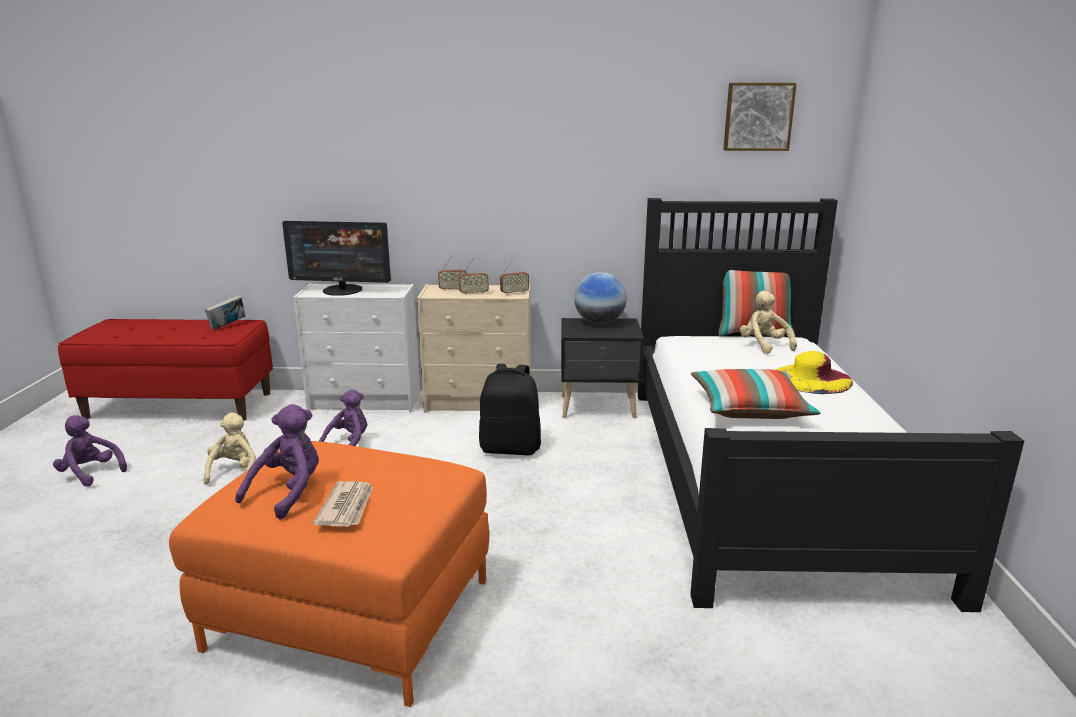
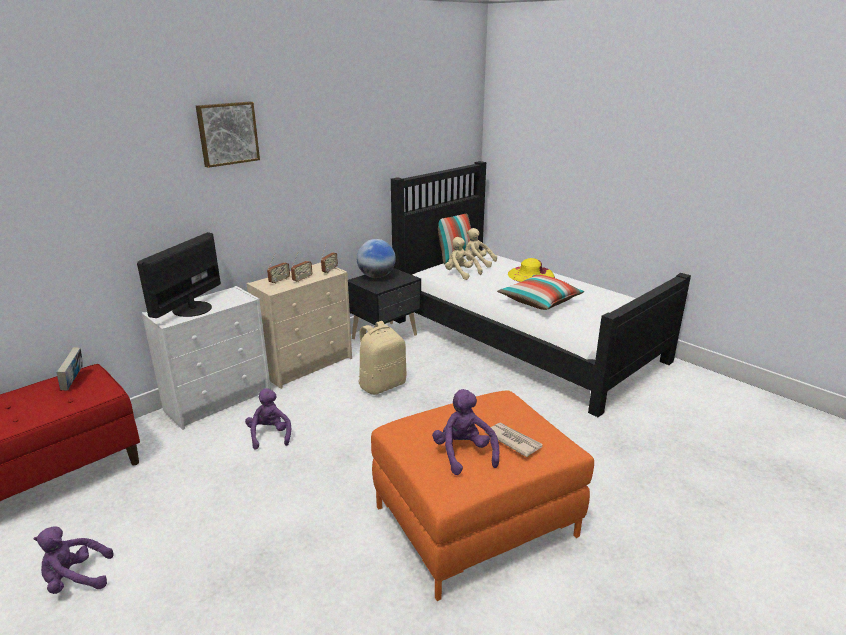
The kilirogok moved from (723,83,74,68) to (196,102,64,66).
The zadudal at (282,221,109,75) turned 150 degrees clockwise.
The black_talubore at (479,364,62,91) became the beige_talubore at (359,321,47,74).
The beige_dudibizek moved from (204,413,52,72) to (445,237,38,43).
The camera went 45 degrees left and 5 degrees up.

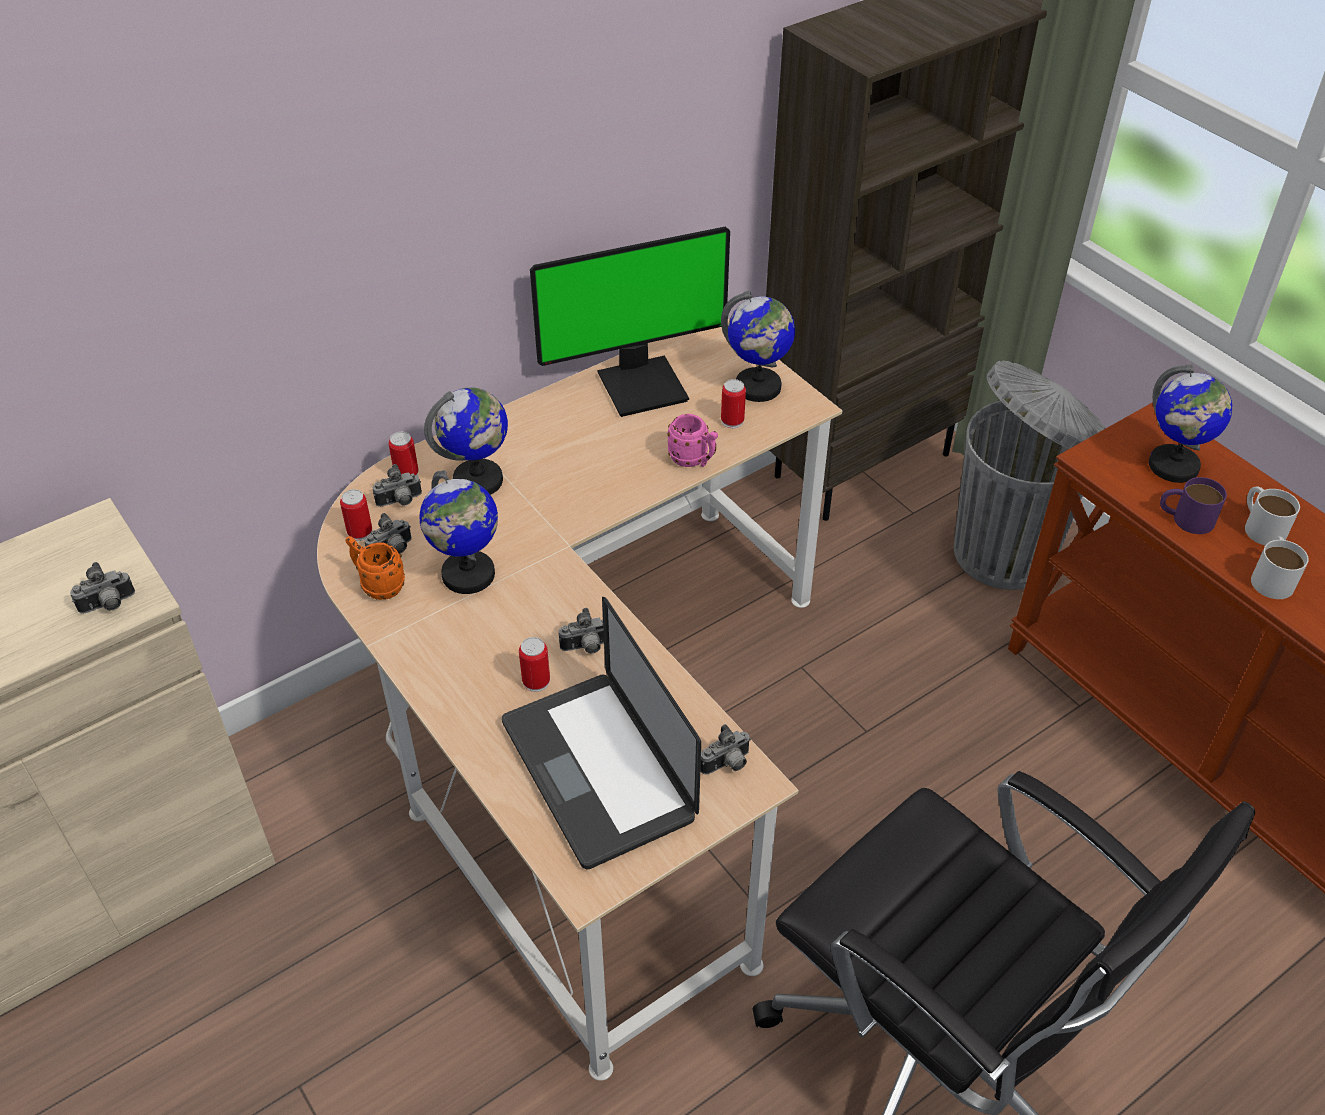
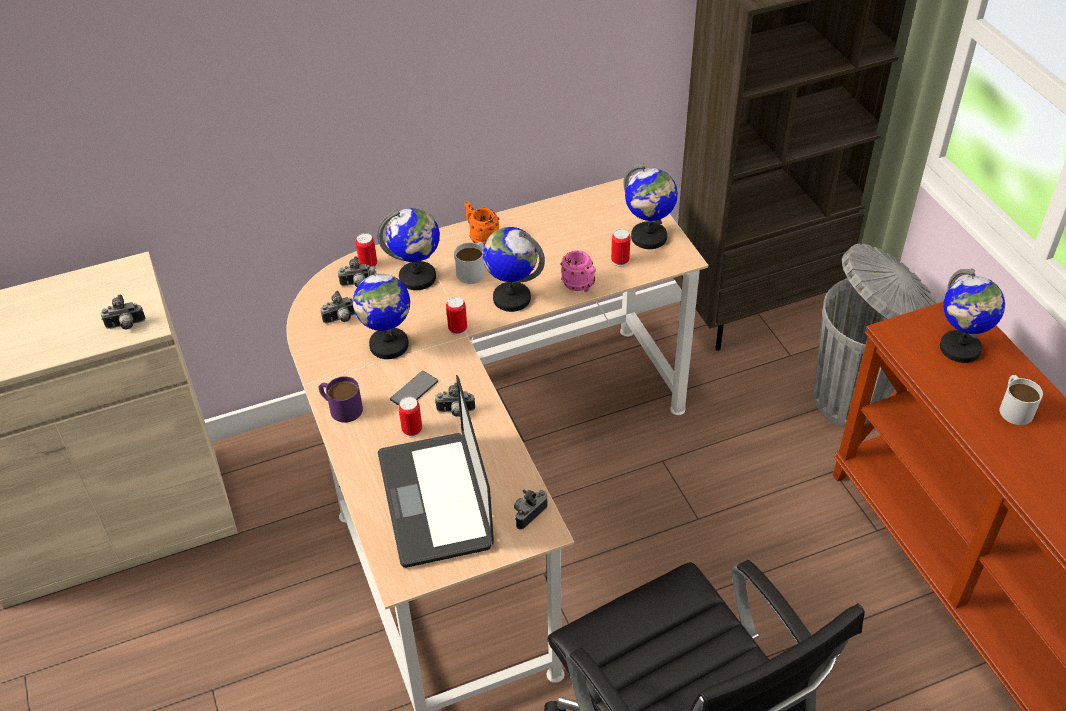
The zadudal at (530,227,200,190) disappeared.
The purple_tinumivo moved from (1160,477,67,57) to (319,376,44,46).
The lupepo moved from (340,489,32,52) to (446,296,21,39).
The orange_tinumivo moved from (345,536,60,64) to (464,201,35,43).
The white_tinumivo moved from (1251,536,58,63) to (454,242,31,42).
The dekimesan at (700,724,51,51) turned 150 degrees clockwise.
The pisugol at (483,227,62,85) appeared.
The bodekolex at (390,371,48,35) appeared.
The camera went 15 degrees right and 0 degrees up.

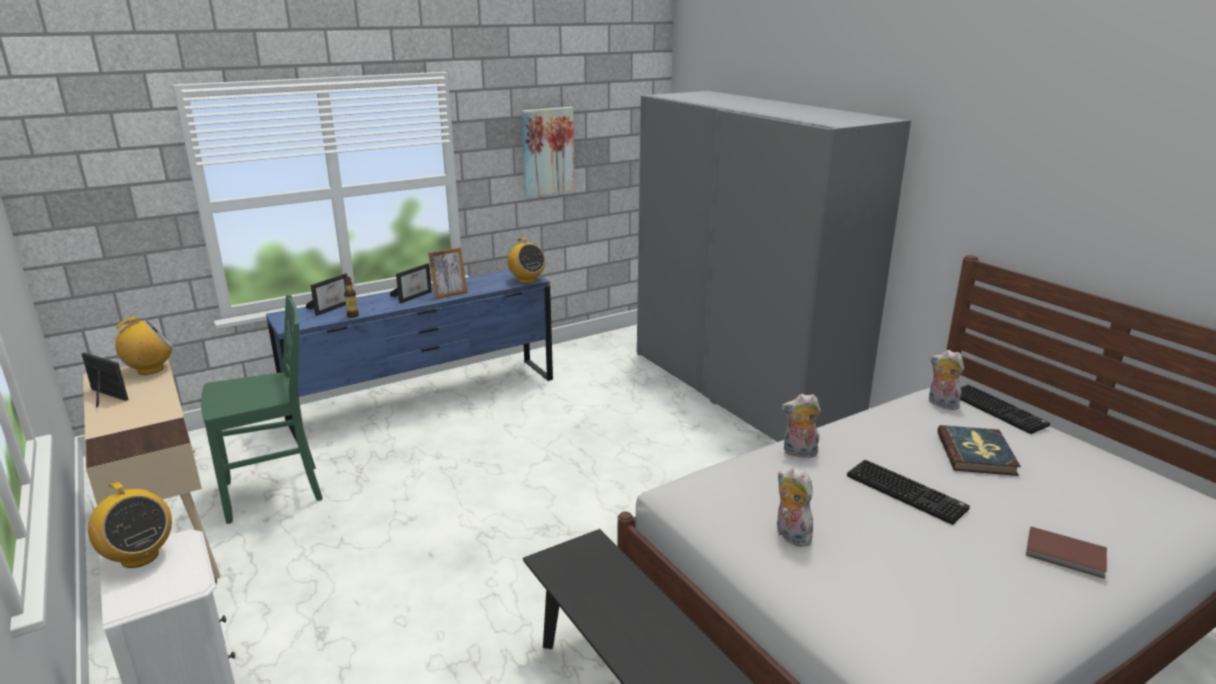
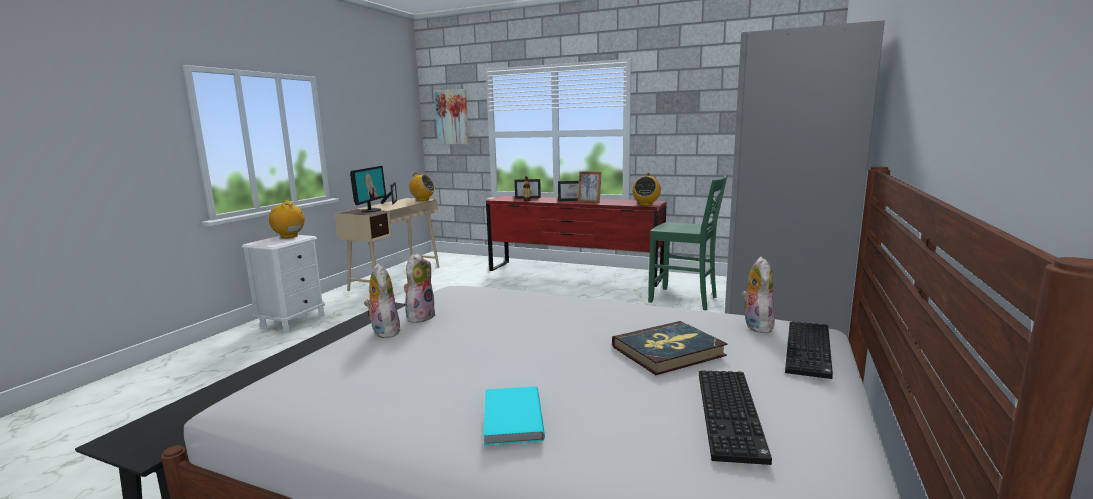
The kilirogok moved from (521,107,54,90) to (434,89,35,56).
The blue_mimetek at (266,270,287,174) became the red_mimetek at (486,196,181,91).
The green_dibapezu moved from (201,295,122,229) to (648,174,80,136).
The dudibizek moved from (782,394,39,64) to (364,263,37,75).
The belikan moved from (847,460,123,65) to (699,370,73,95).
The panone at (87,482,85,86) turned 120 degrees clockwise.
The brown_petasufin at (1026,527,81,52) became the turquoise_petasufin at (483,386,62,59).
The zadudal at (350,166,36,46) appeared.
The camera went 55 degrees right and 10 degrees down.

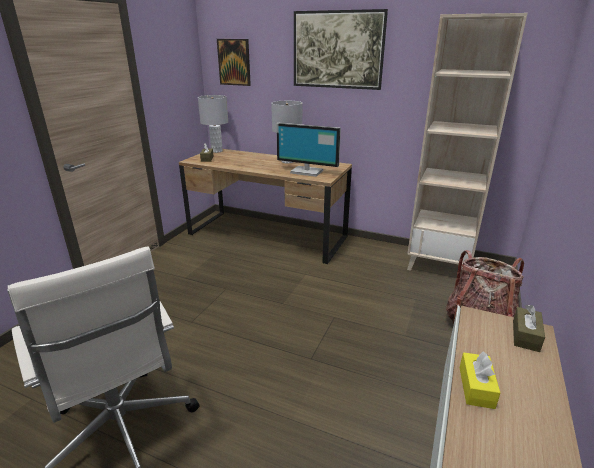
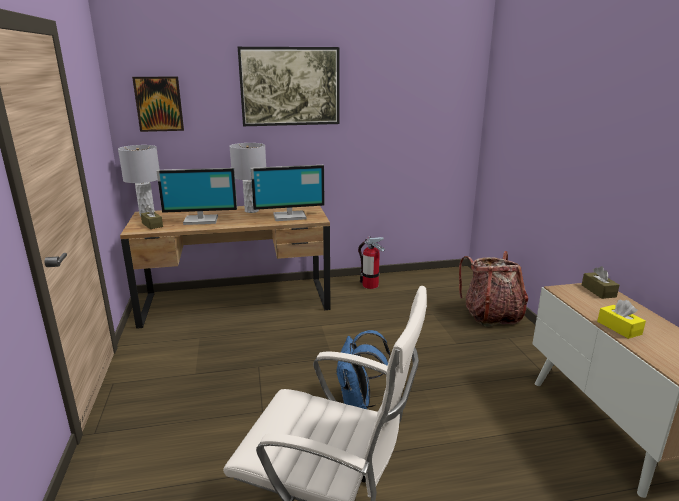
The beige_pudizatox at (407,13,121,258) disappeared.
The zadudal at (157,168,80,57) appeared.
The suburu at (358,236,27,53) appeared.
The blue_talubore at (336,330,54,79) appeared.
The camera went 35 degrees left and 5 degrees down.

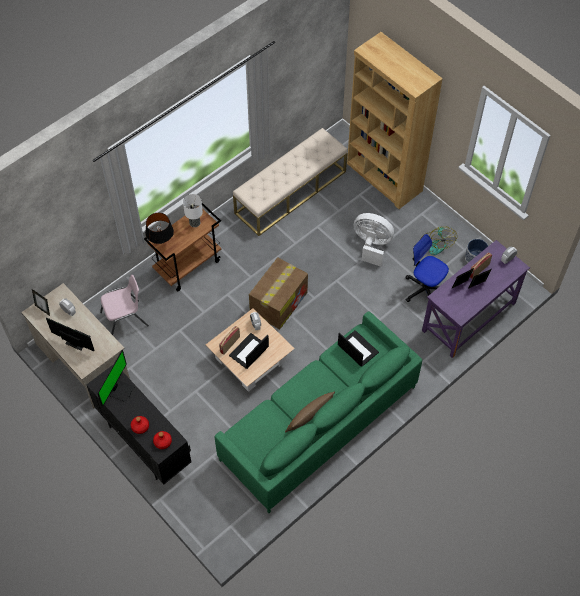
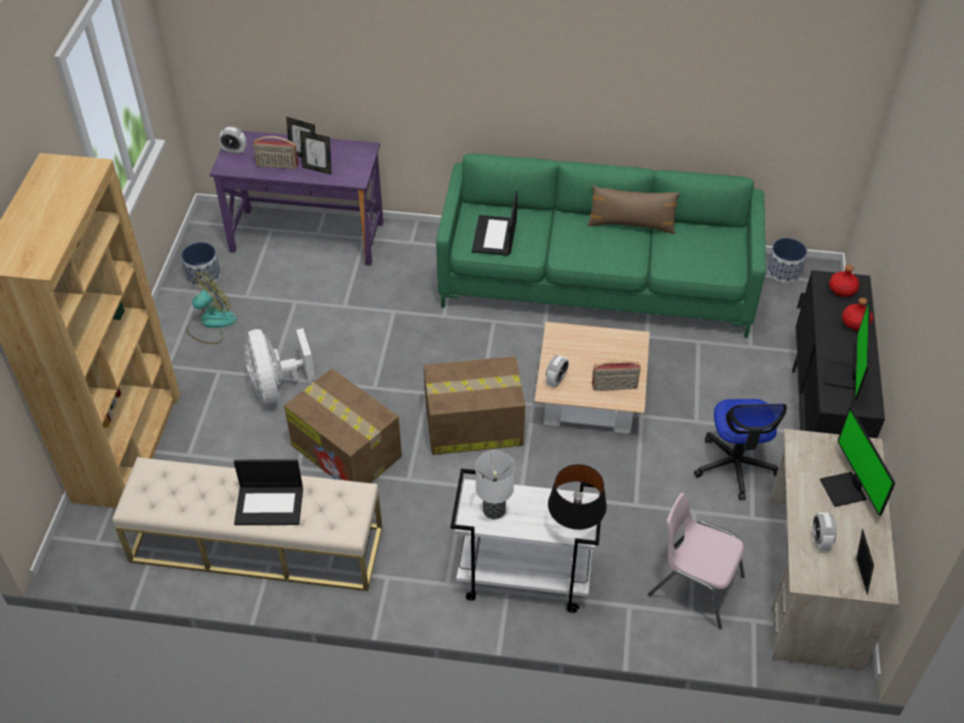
The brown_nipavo at (144,203,77,88) became the white_nipavo at (450,469,151,144).
The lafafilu moved from (405,234,44,68) to (694,399,93,101).
The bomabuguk moved from (229,333,40,36) to (234,459,69,66).
The zadudal at (97,350,38,56) turned 60 degrees counterclockwise.
The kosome at (767,238,40,45) appeared.
The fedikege at (284,368,118,115) appeared.
The camera went 130 degrees left and 10 degrees down.

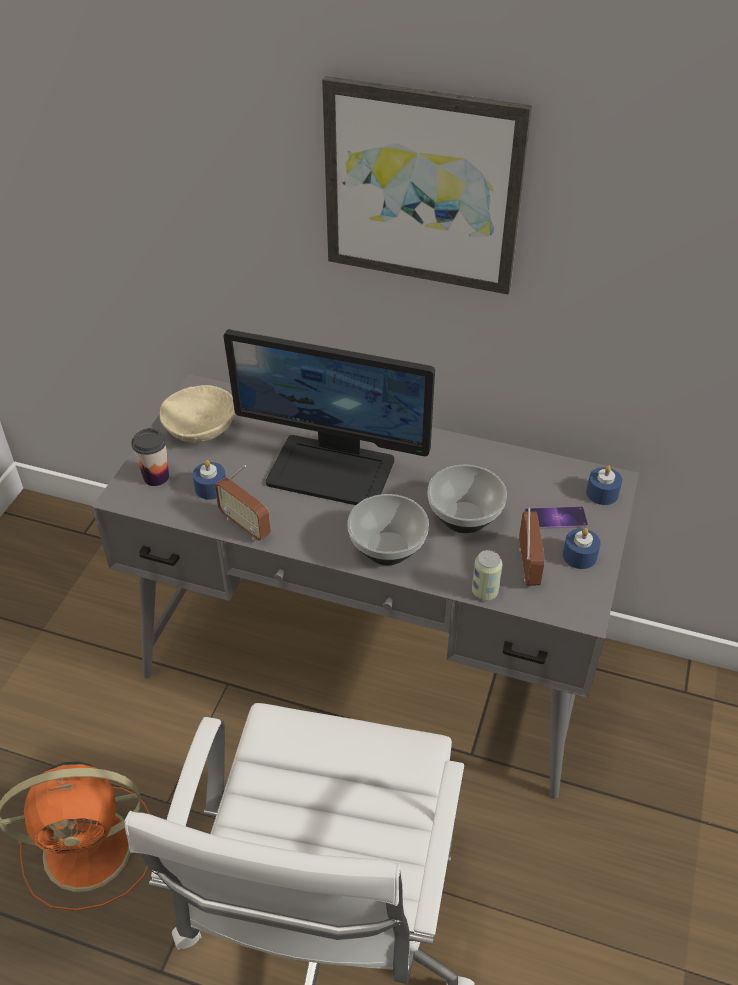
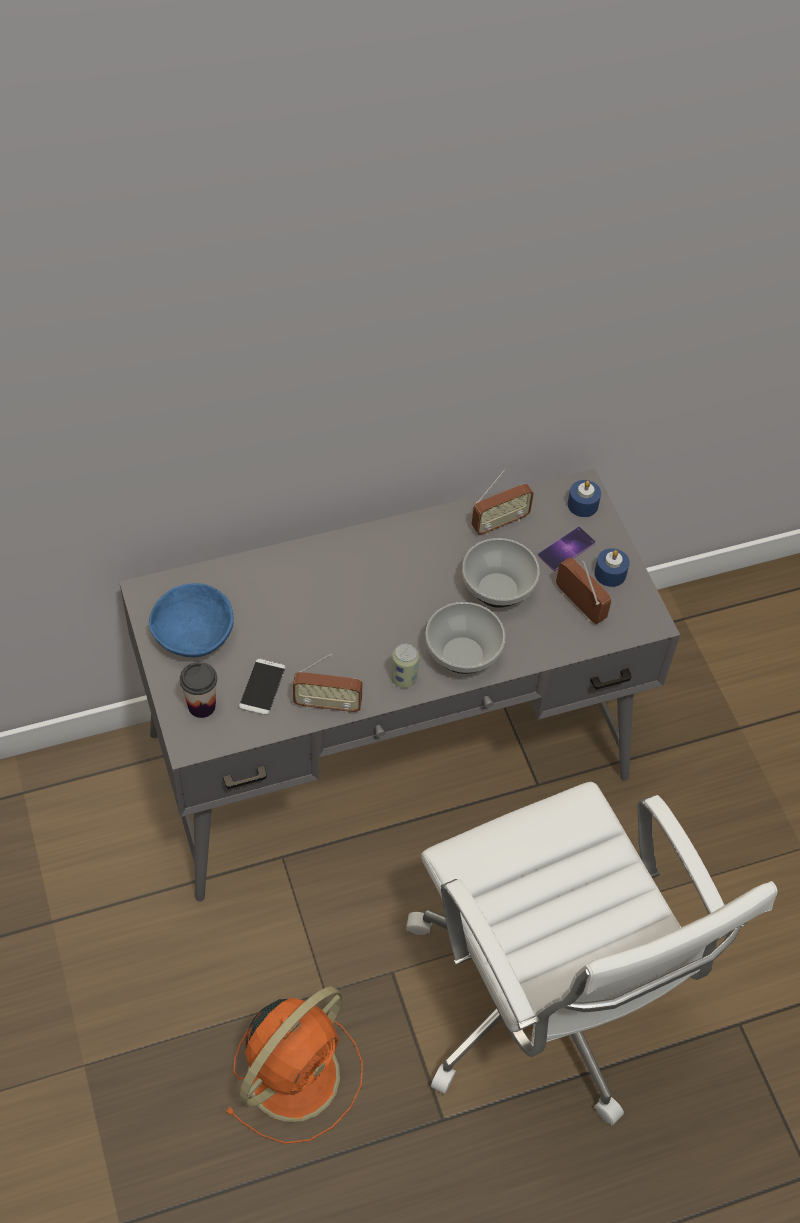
The kilirogok at (322,76,210,218) disappeared.
The zadudal at (223,329,212,176) disappeared.
The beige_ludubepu at (160,385,75,58) became the blue_ludubepu at (149,583,85,74).
The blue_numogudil at (193,460,33,40) was replaced by the bodekolex at (239,659,46,56).
The lupepo moved from (472,550,30,50) to (391,644,28,44).
The panone at (471,469,63,66) appeared.
The camera went 40 degrees left and 10 degrees up.

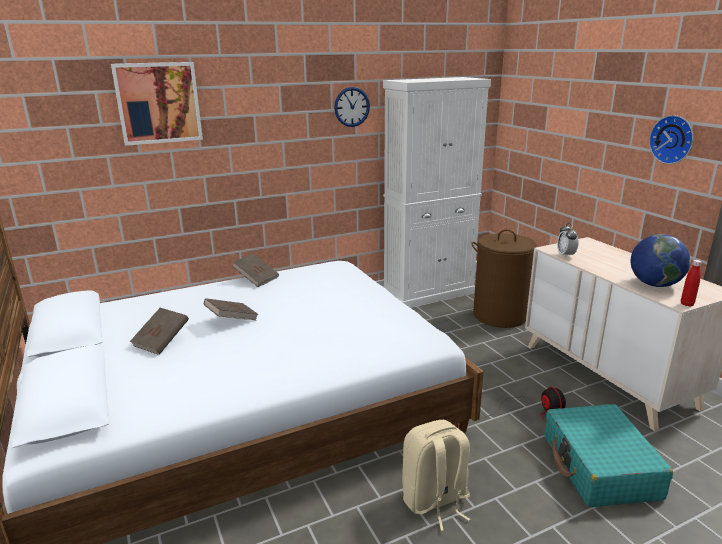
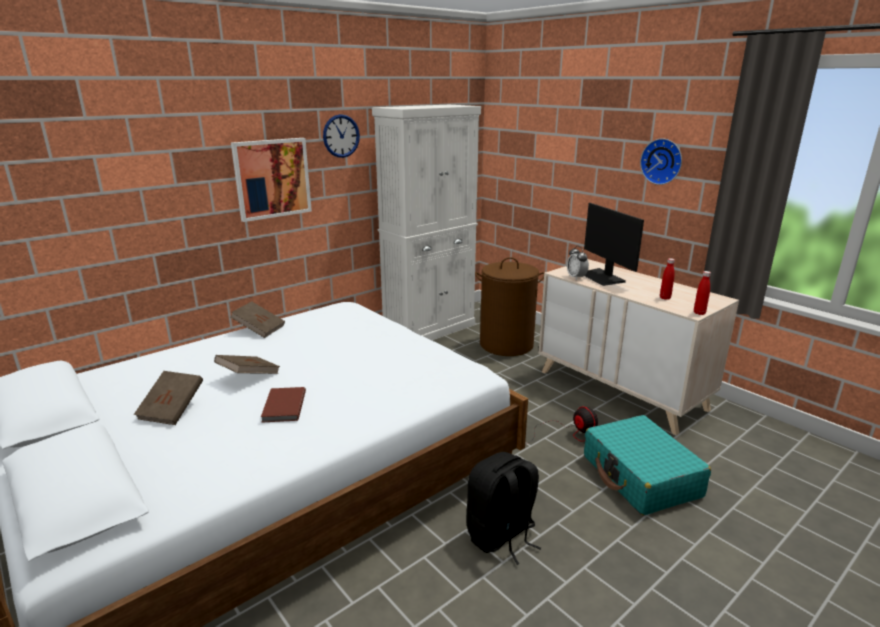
The kilirogok moved from (111,62,92,84) to (231,138,81,84).
The pisugol at (631,234,60,53) was replaced by the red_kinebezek at (660,258,15,42).
The beige_talubore at (402,420,68,111) became the black_talubore at (466,452,75,113).
The zadudal at (584,203,60,83) appeared.
The brown_petasufin at (261,387,45,36) appeared.
The camera went 15 degrees left and 0 degrees up.

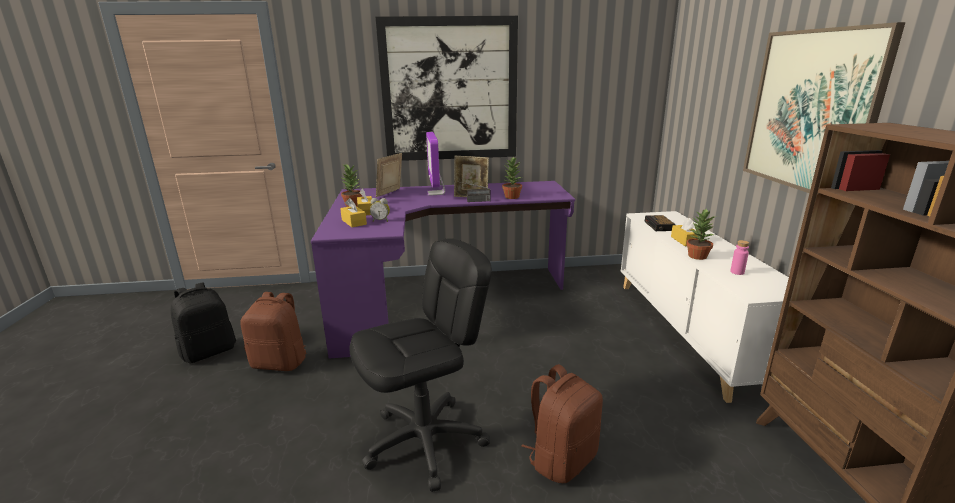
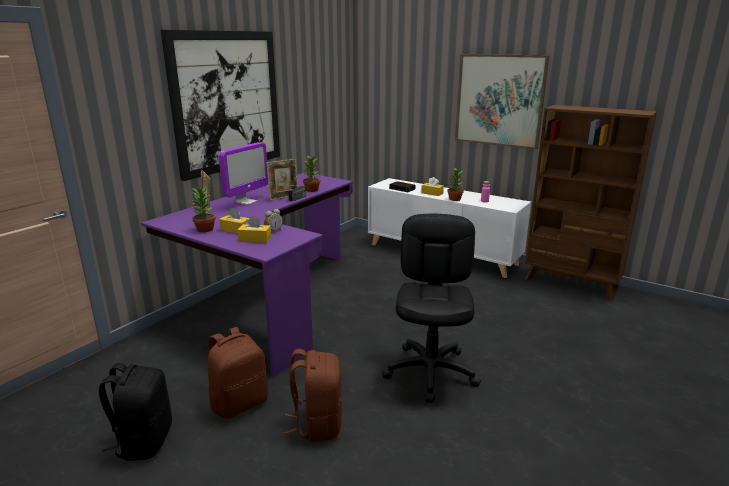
The zadudal at (426,132,19,64) turned 90 degrees counterclockwise.
The brown_talubore moved from (521,364,82,119) to (283,349,59,93).
The camera went 50 degrees left and 0 degrees up.

